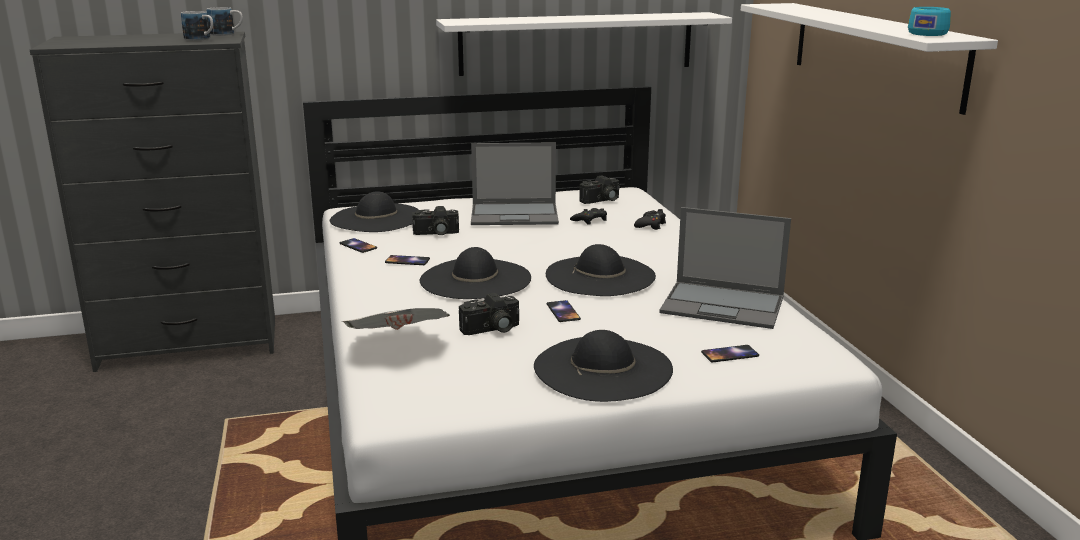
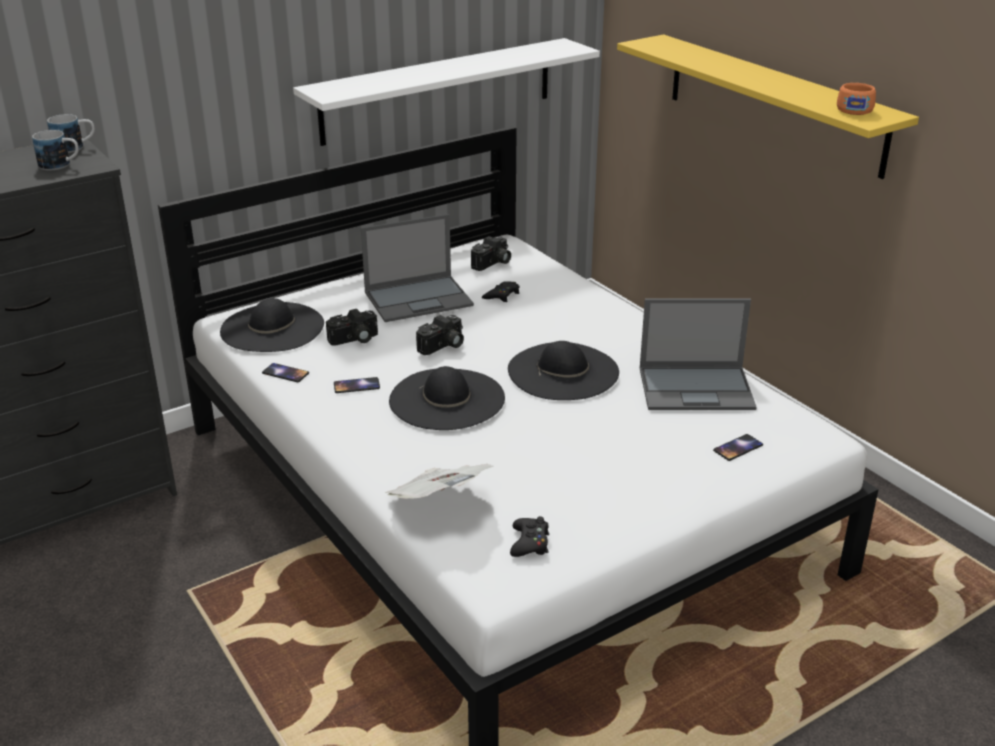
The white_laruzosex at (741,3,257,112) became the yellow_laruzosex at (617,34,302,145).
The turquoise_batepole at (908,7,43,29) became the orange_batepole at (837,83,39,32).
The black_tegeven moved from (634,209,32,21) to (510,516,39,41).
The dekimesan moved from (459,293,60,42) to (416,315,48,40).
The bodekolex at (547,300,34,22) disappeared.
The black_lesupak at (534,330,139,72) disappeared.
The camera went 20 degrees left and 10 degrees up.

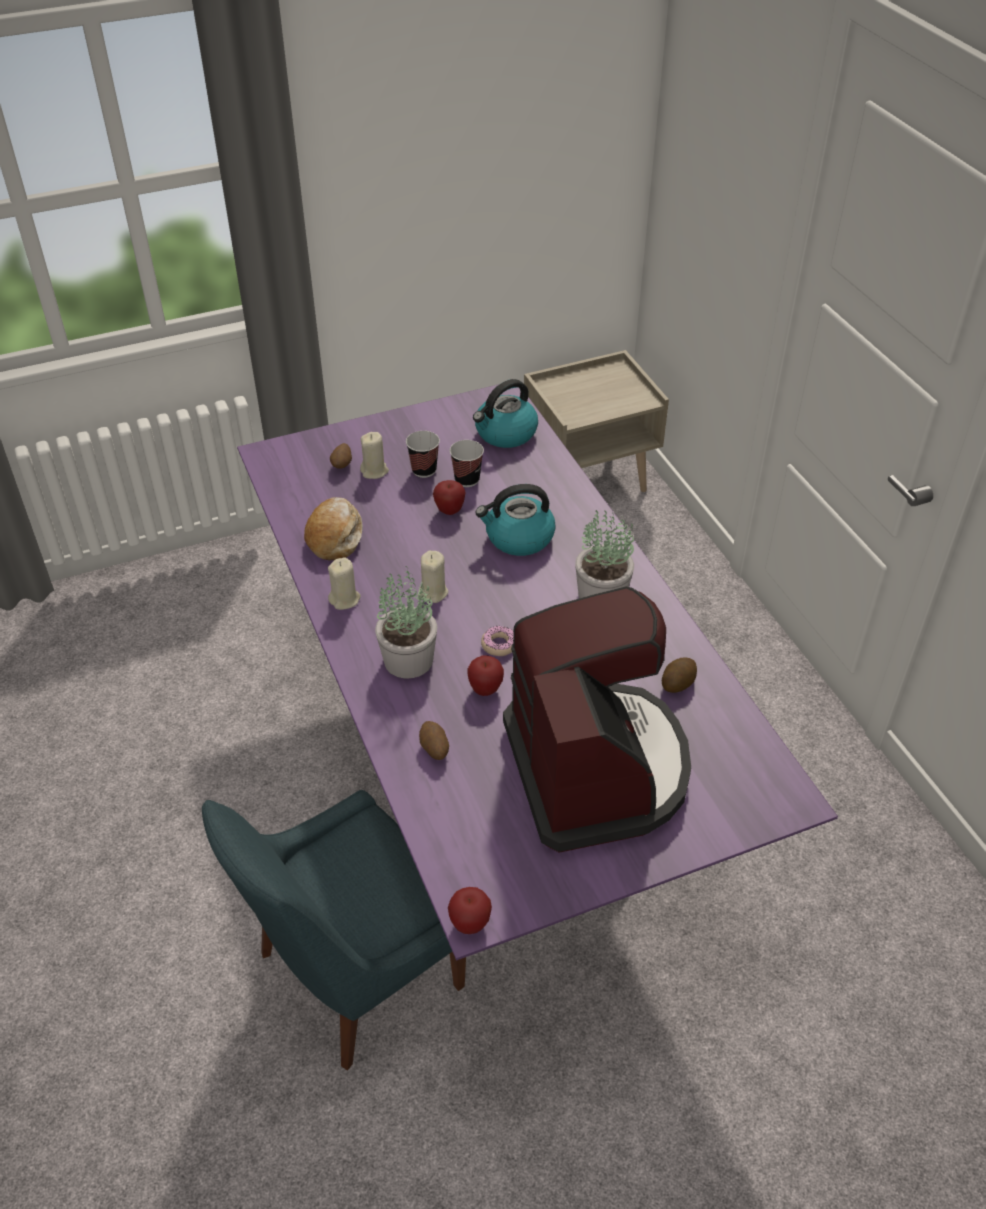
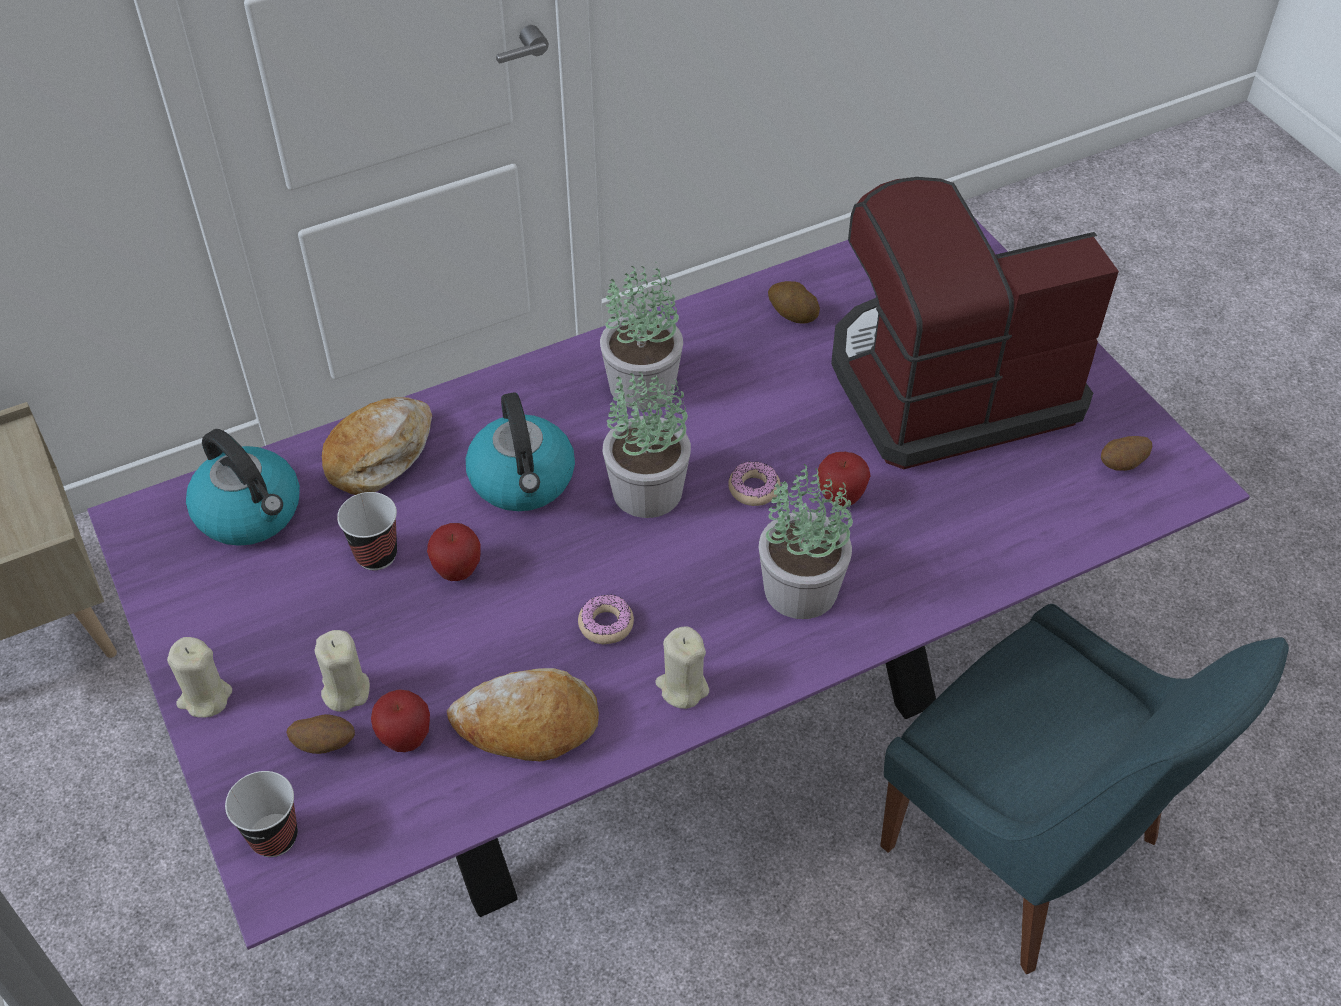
The batepole moved from (406,431,34,47) to (225,771,73,86).
The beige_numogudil moved from (418,551,30,52) to (167,637,65,81).
The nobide moved from (419,721,30,39) to (1101,436,51,35).
The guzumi moved from (448,887,44,47) to (371,689,59,63).
The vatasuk at (603,372,88,146) appeared.
The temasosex at (322,397,110,98) appeared.
The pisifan at (578,595,56,49) appeared.
The camera went 95 degrees left and 5 degrees up.

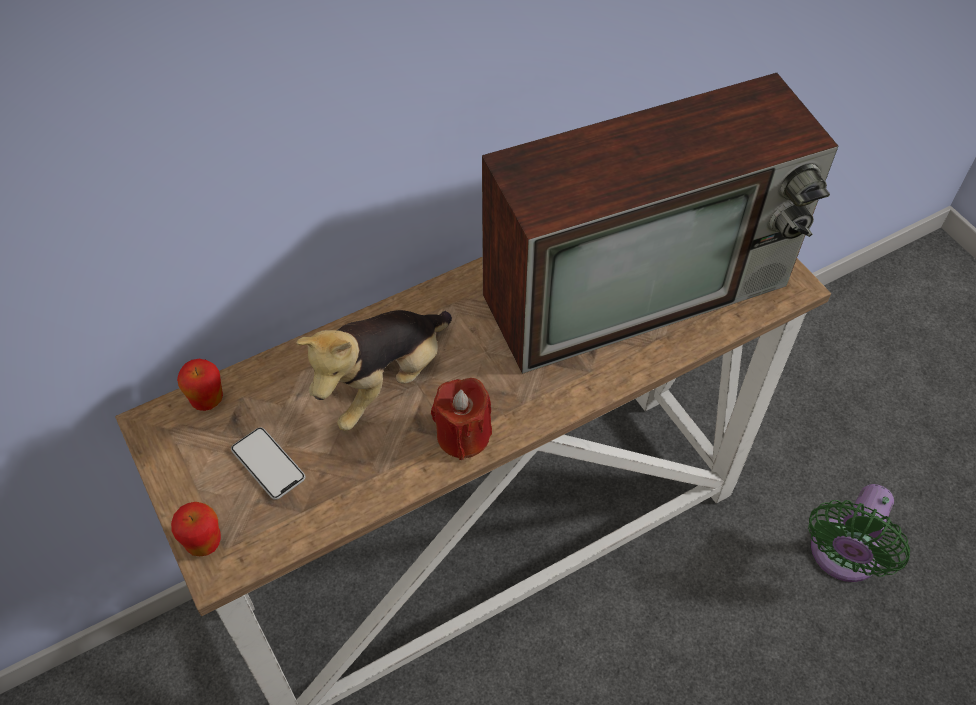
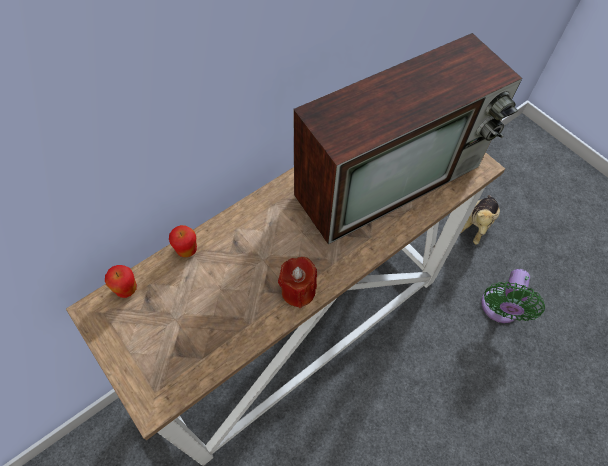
The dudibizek moved from (296,310,156,121) to (461,195,39,50).
The bodekolex at (231,427,74,73) disappeared.
The guzumi moved from (171,502,50,54) to (169,225,28,32).
The camera went 10 degrees left and 5 degrees up.

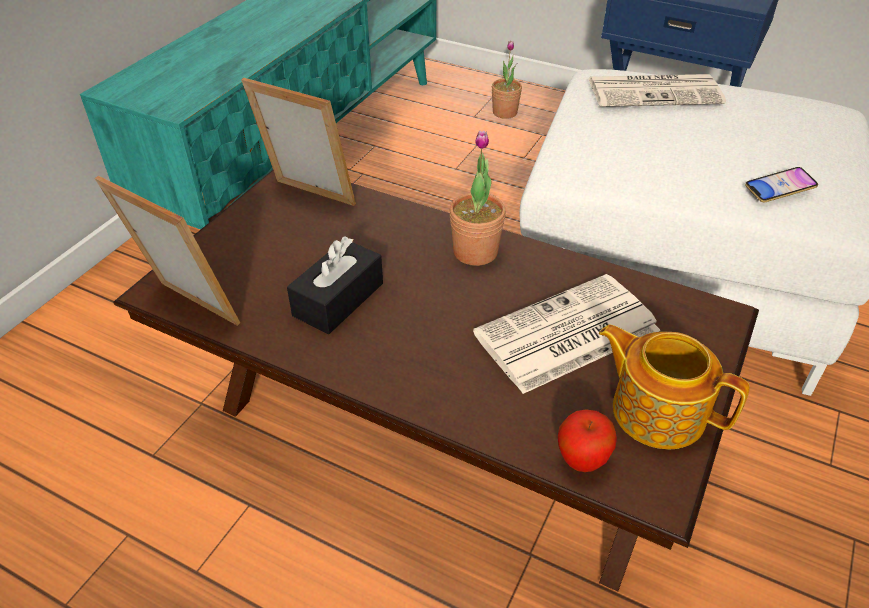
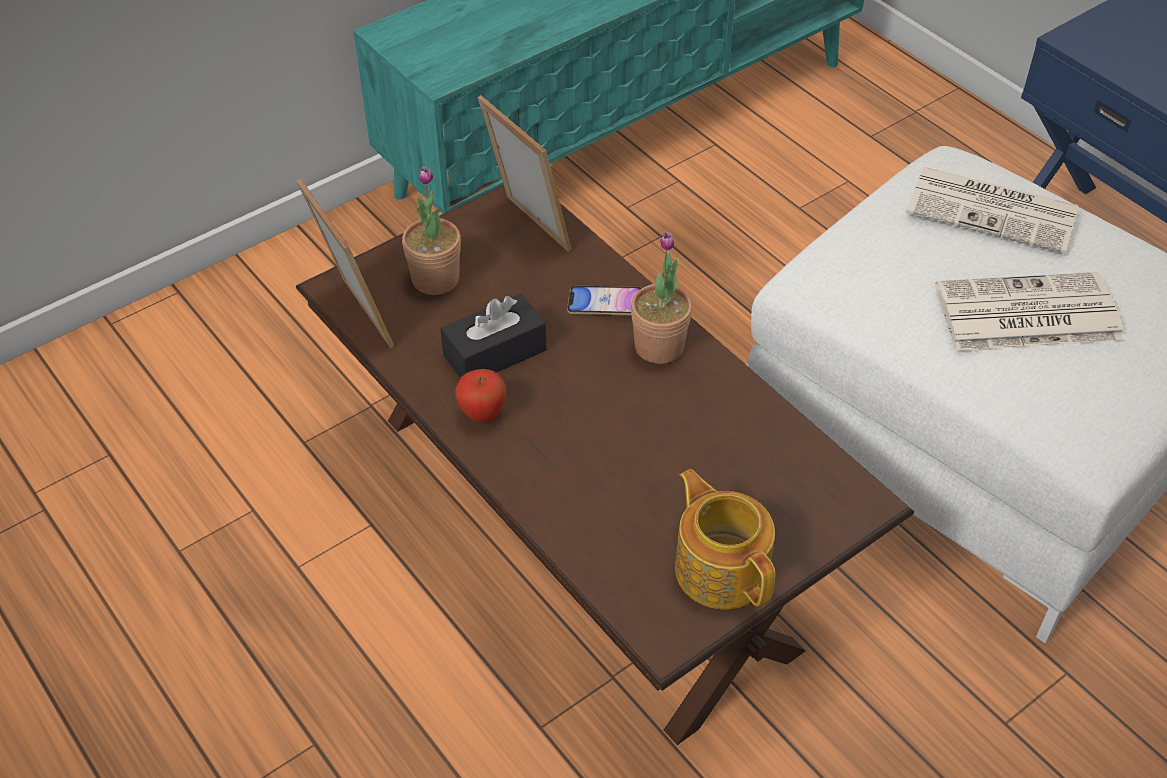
The vatasuk moved from (492,40,30,79) to (402,166,59,129).
The bodekolex moved from (745,167,73,35) to (567,286,74,29).
The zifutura moved from (473,274,188,120) to (935,272,189,78).
The guzumi moved from (558,409,59,63) to (455,369,51,54).
The camera went 25 degrees right and 5 degrees up.

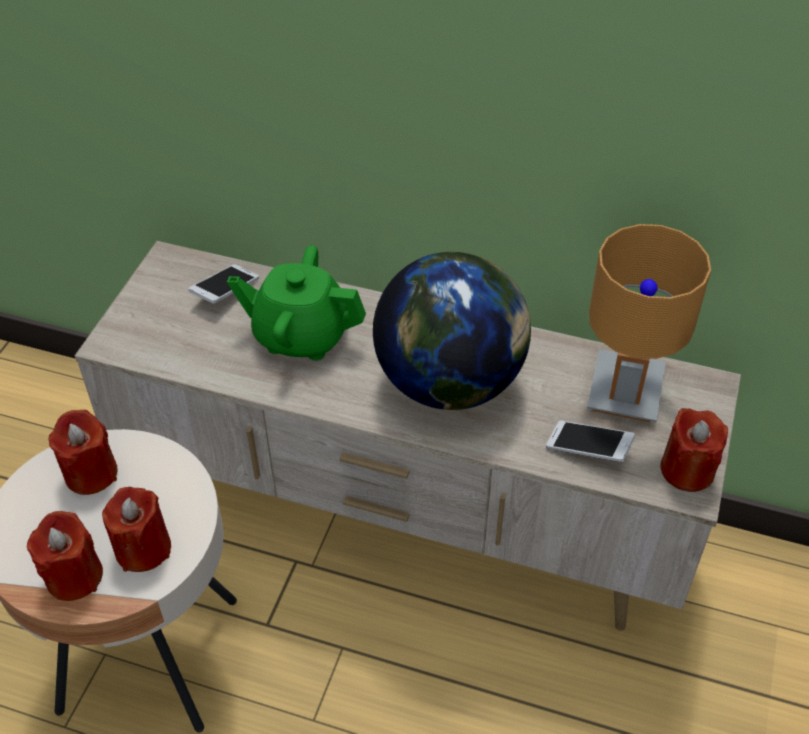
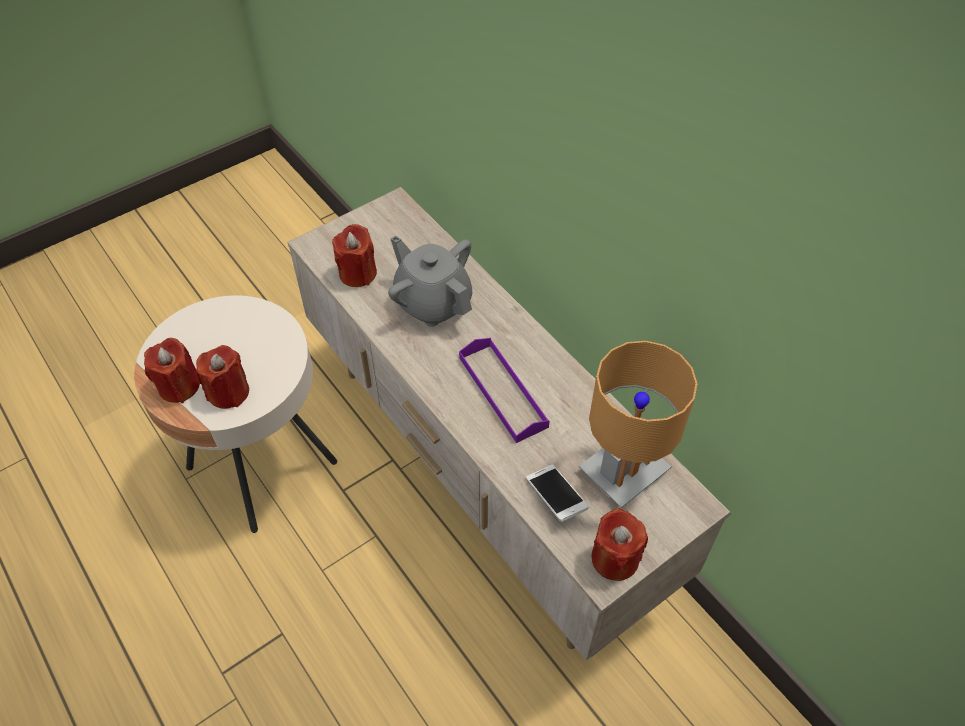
The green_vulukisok at (227,245,139,116) became the grey_vulukisok at (388,235,84,92).
The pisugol at (373,252,158,158) was replaced by the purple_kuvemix at (459,338,91,105).
The bodekolex at (189,264,70,40) disappeared.
The red_numogudil moved from (48,410,70,85) to (332,224,45,63).
The camera went 35 degrees right and 5 degrees up.

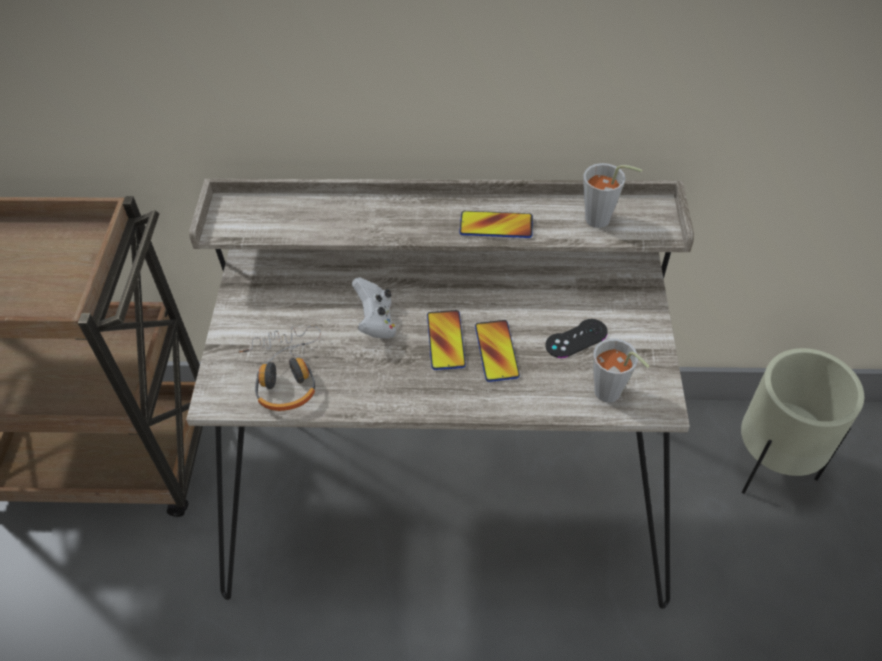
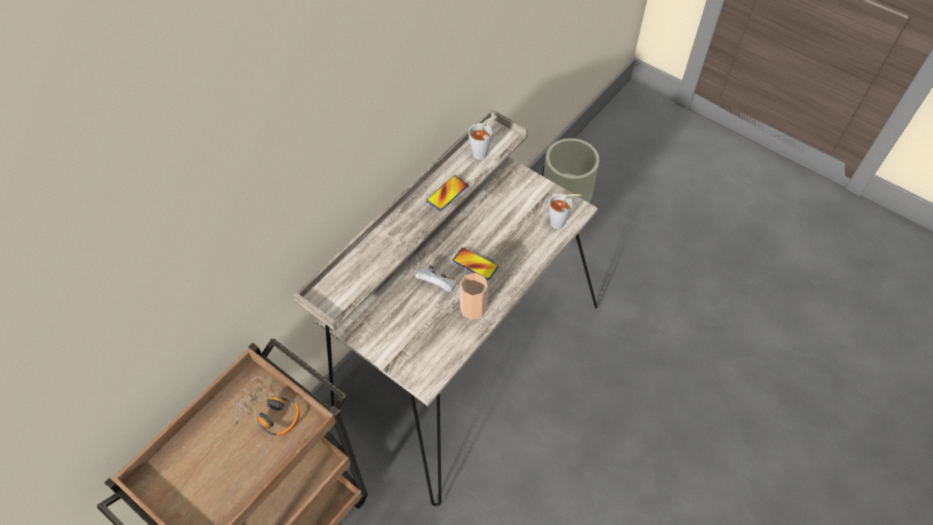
The black_tegeven at (545,319,63,39) disappeared.
The bodekolex at (475,320,45,62) disappeared.
The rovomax moved from (239,326,82,85) to (232,377,67,59).
The batepole at (460,273,28,47) appeared.
The camera went 55 degrees left and 5 degrees up.

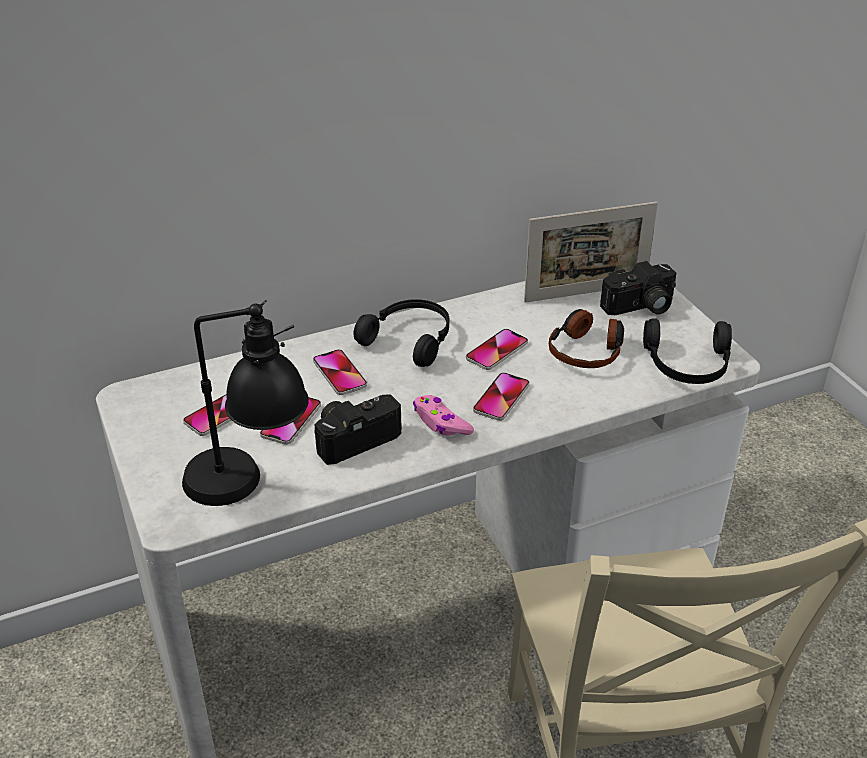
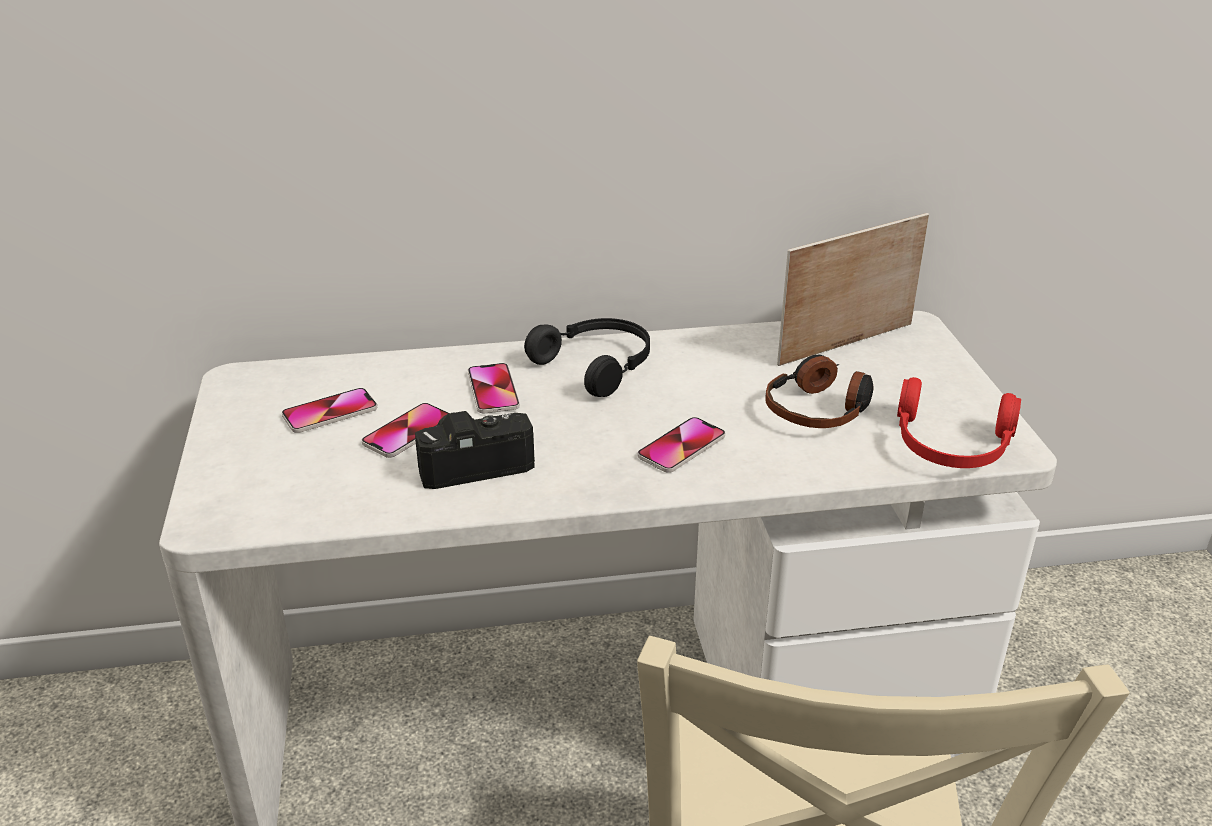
The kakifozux at (524,202,134,101) turned 150 degrees clockwise.
The dekimesan at (600,261,76,54) disappeared.
The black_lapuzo at (182,300,127,206) disappeared.
The black_rovomax at (643,318,89,66) became the red_rovomax at (897,377,124,91).
The bodekolex at (466,329,62,41) disappeared.
The pink_tegeven at (413,395,61,41) disappeared.
The camera went 15 degrees right and 5 degrees down.

